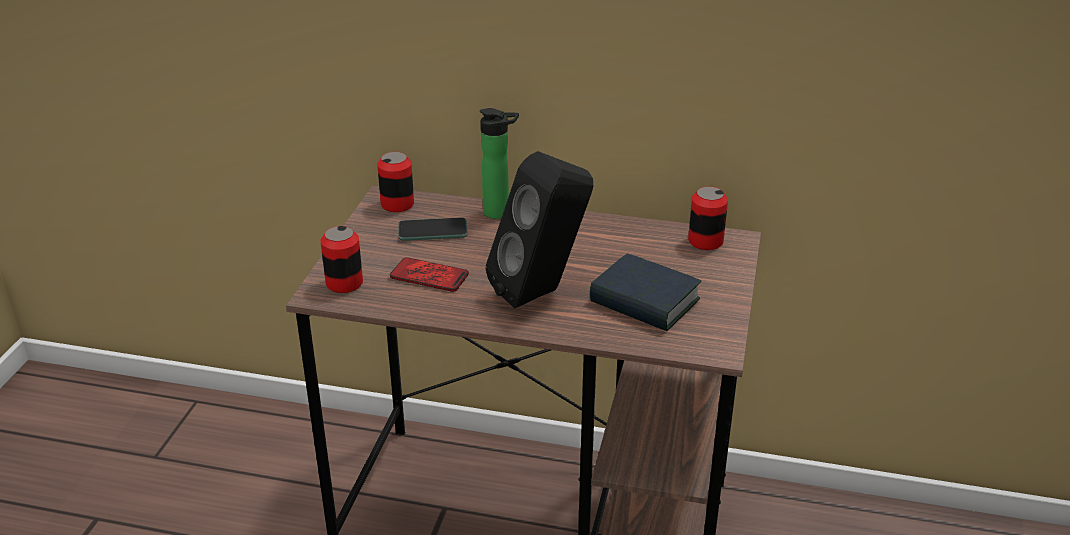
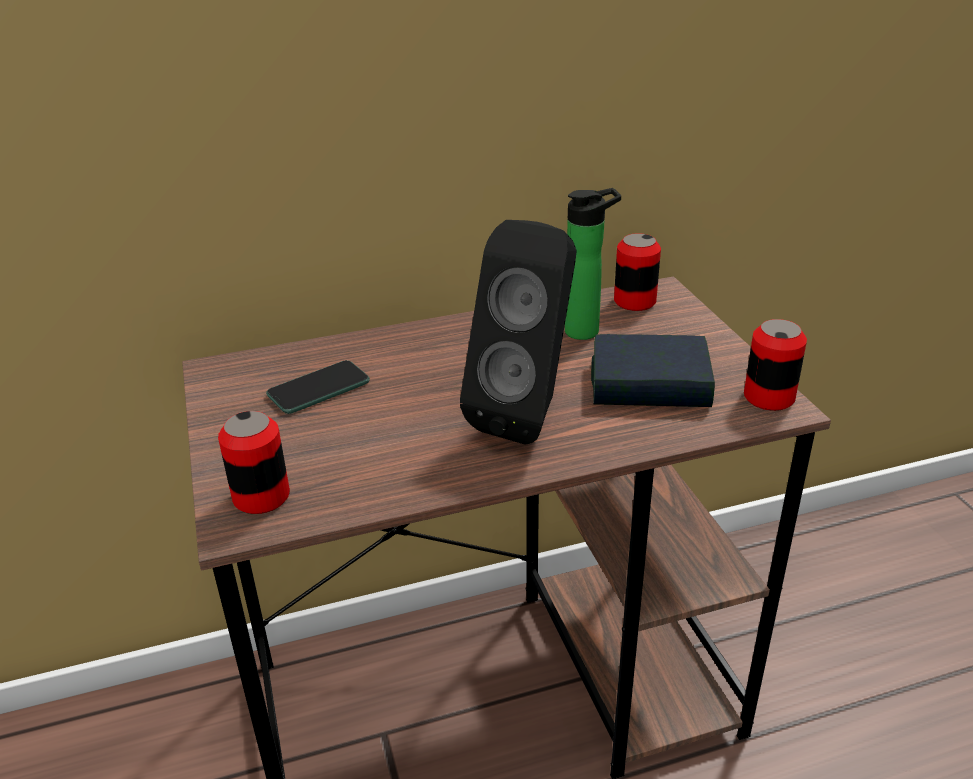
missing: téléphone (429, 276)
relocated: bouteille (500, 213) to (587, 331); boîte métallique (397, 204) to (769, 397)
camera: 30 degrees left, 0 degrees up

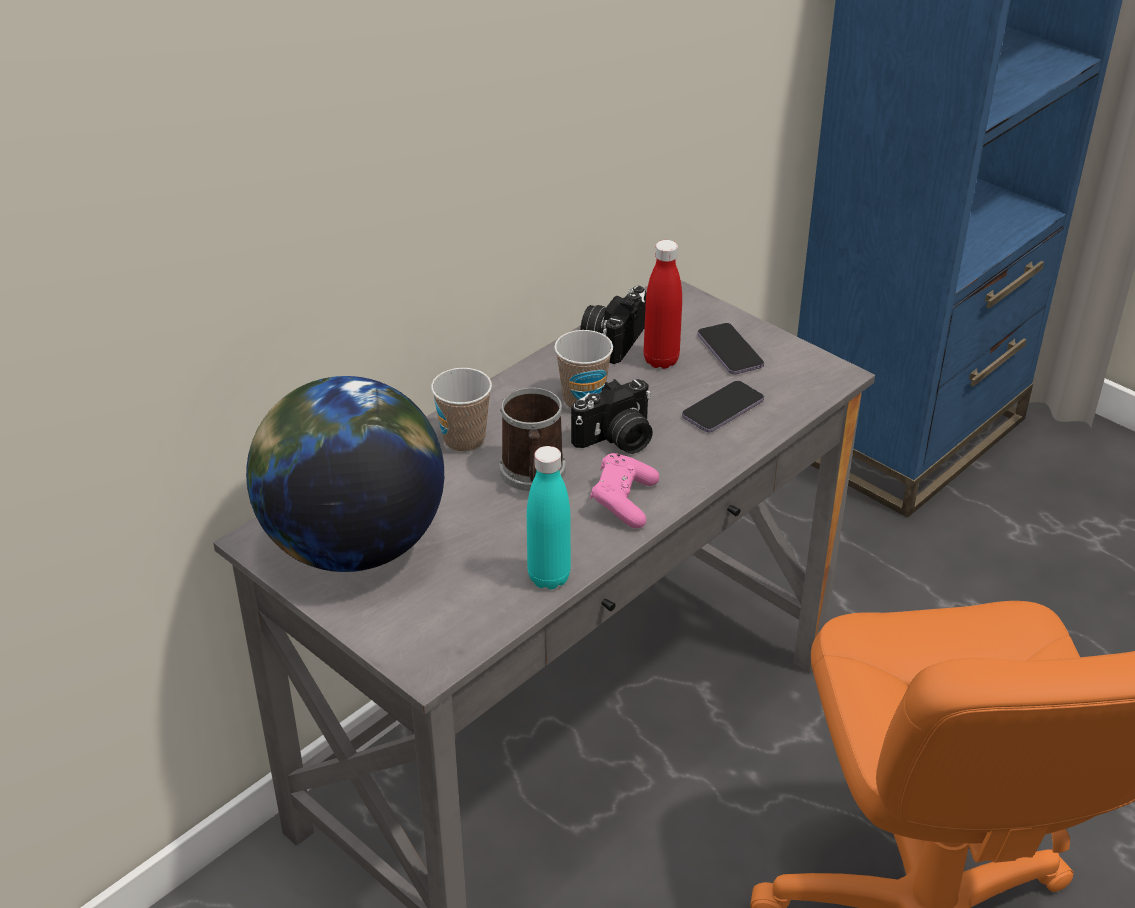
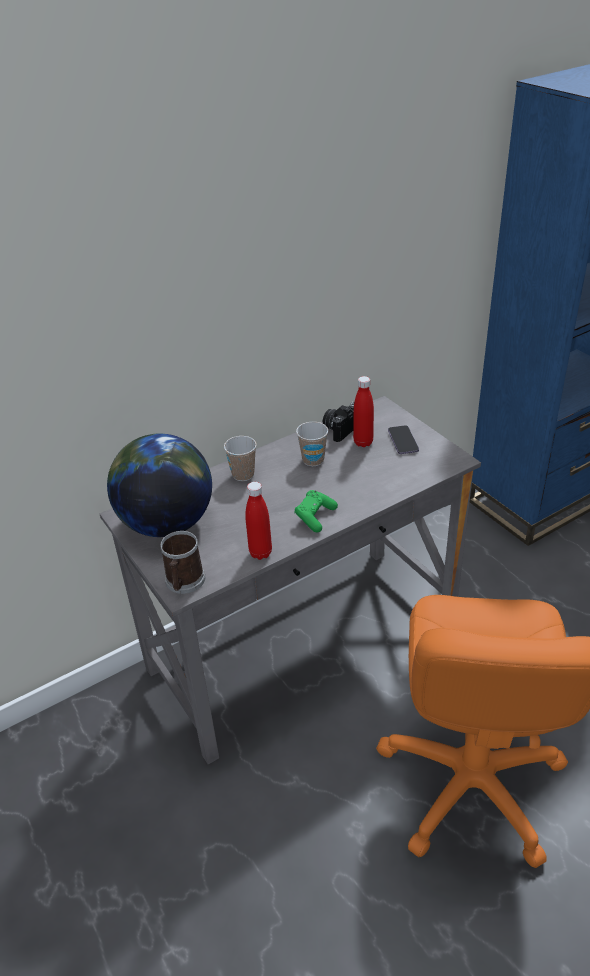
missing: appareil photo (617, 440); téléphone (722, 409)
relocated: mug (533, 475) to (184, 582)
colour: bouteille (turquoise) (549, 577) to bouteille (rouge) (260, 553); manette (rose) (623, 501) to manette (vert) (315, 517)
camera: 15 degrees right, 0 degrees up

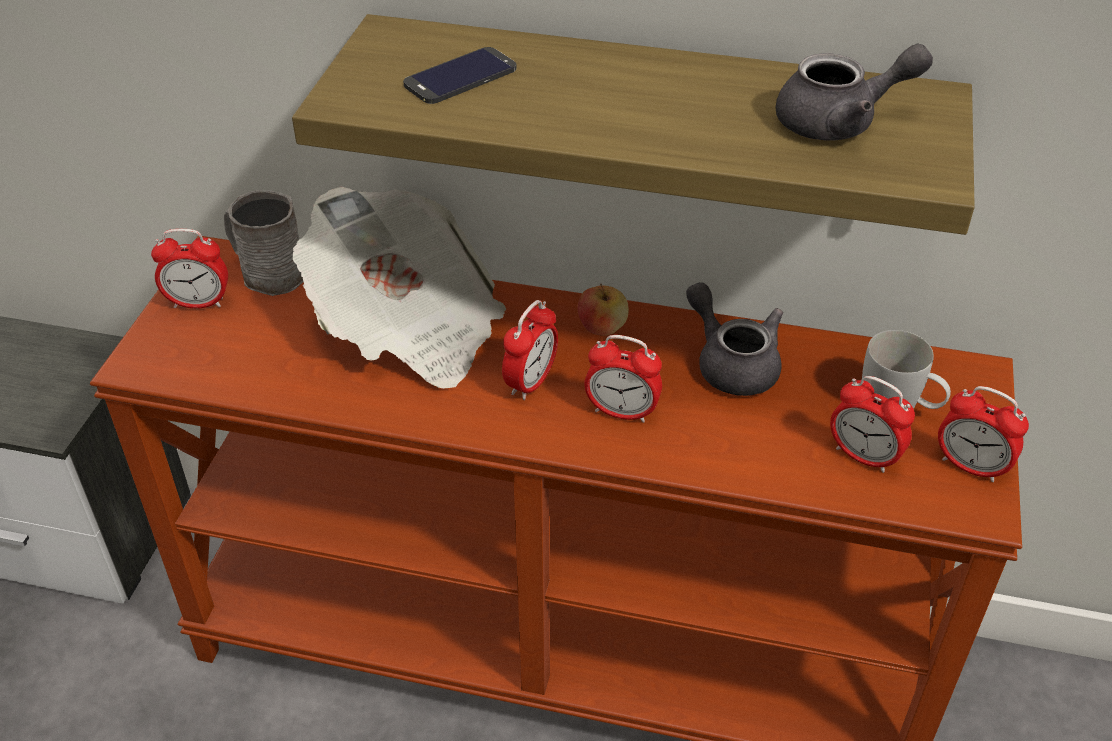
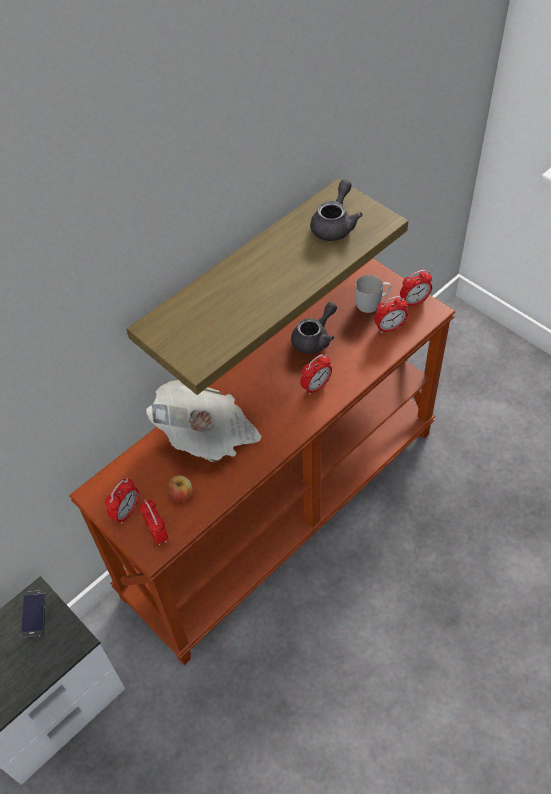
missing: mug (gris) (267, 273)
relocated: téléphone (460, 76) to (33, 614); pomme (602, 327) to (180, 495); réveil (531, 382) to (157, 533)
spun: théière (gris) (732, 363) = (315, 338) 135 degrees clockwise
camera: 55 degrees left, 10 degrees up

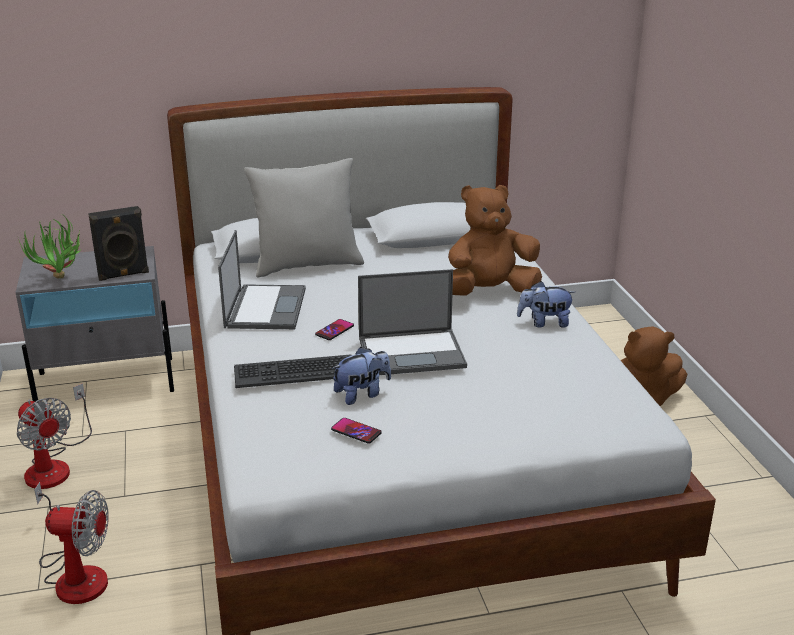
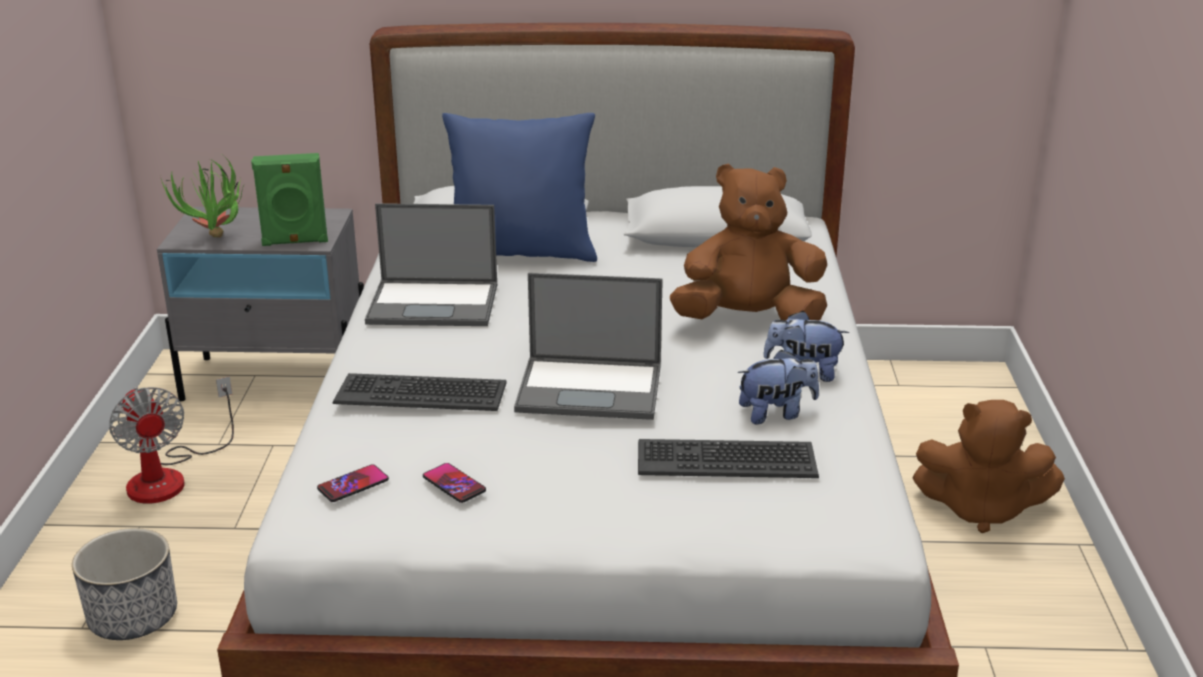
appeared: clavier (726, 460)
relocated: téléphone (334, 330) to (353, 484); peluche (362, 394) to (776, 413)
exchanged: ventilateur (76, 574) to cache-pot (133, 617)
colour: coussin (gris) (307, 265) to coussin (bleu) (522, 254); enceinte (noir) (123, 275) to enceinte (vert) (295, 242)
spun: ordinateur portable (265, 307) = (435, 303) 75 degrees clockwise
camera: 15 degrees right, 0 degrees up

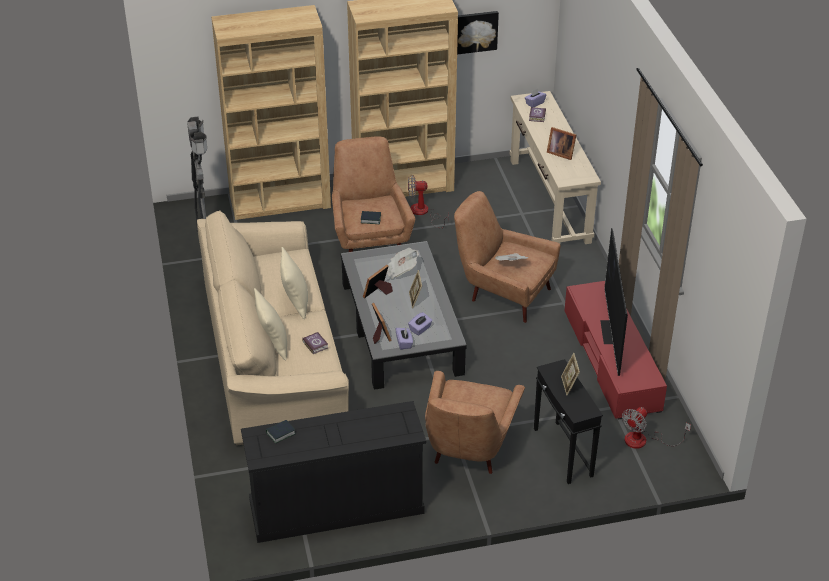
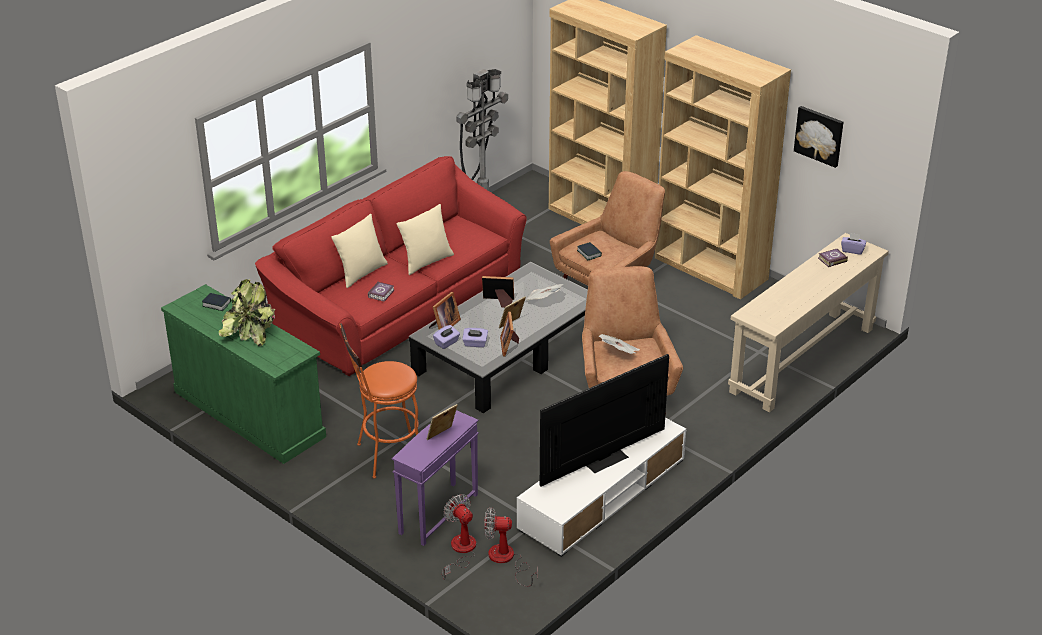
appeared: plante en pot (250, 331)
relocated: cadre photo (560, 153) to (509, 345); ventilateur (424, 213) to (460, 551)
exchanged: fauteuil (marron) (468, 450) to tabouret (orange) (386, 456)
colour: canapé (beige) (273, 355) to canapé (rouge) (399, 303); meuble télé (rouge) (611, 360) to meuble télé (blanc) (602, 494); table d'appoint (noir) (562, 452) to table d'appoint (violet) (438, 514); commode (noir) (335, 507) to commode (vert) (248, 413)
camera: 55 degrees right, 5 degrees down

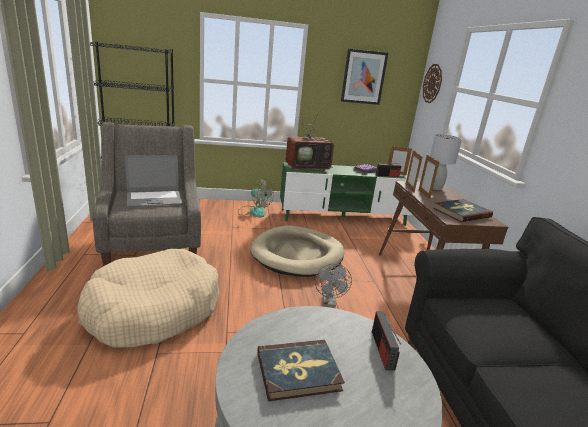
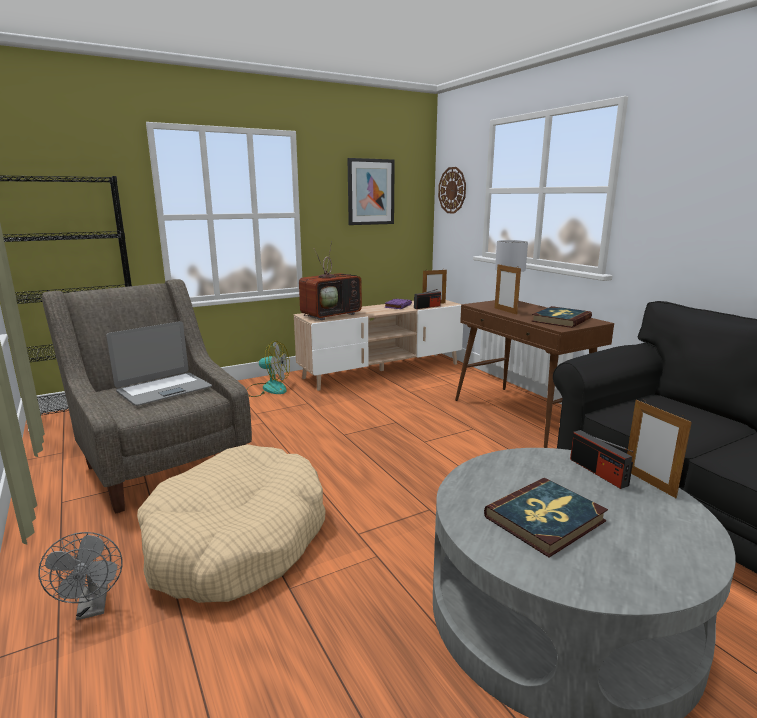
missing: panier pour chien (beige) (297, 255)
relocated: cadre photo (409, 188) to (649, 483); ventilateur (gris) (329, 302) to (93, 608)
colour: meuble télé (vert) (343, 217) to meuble télé (beige) (382, 371)
camera: 20 degrees left, 5 degrees down

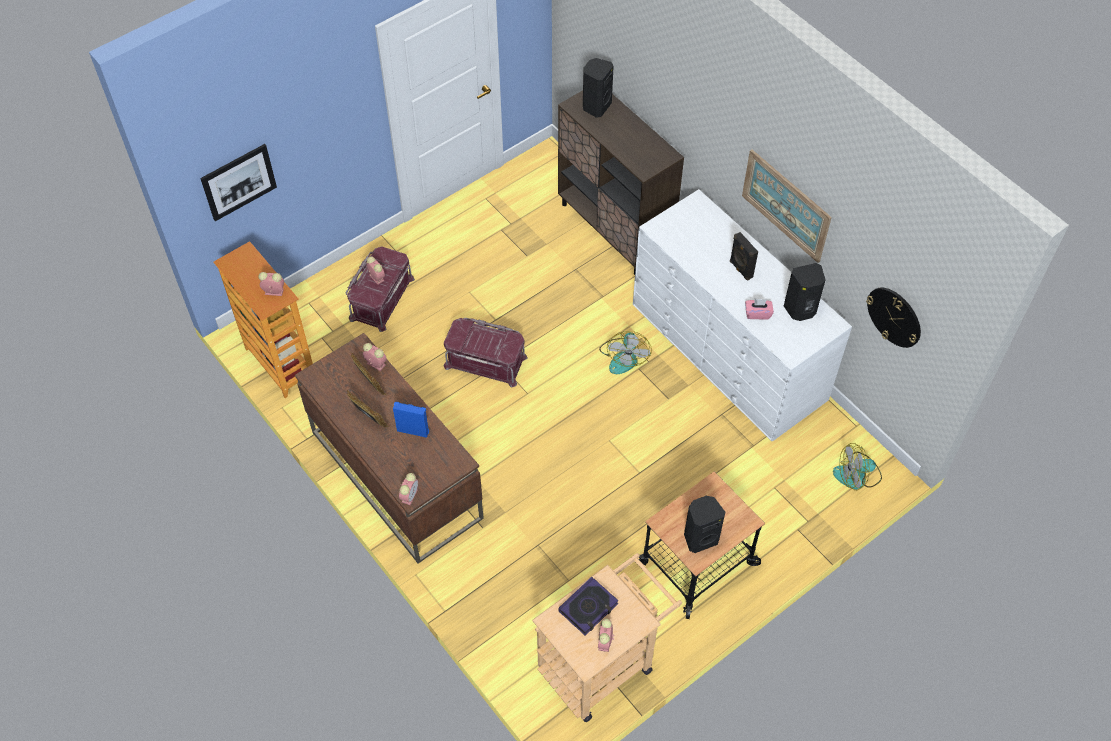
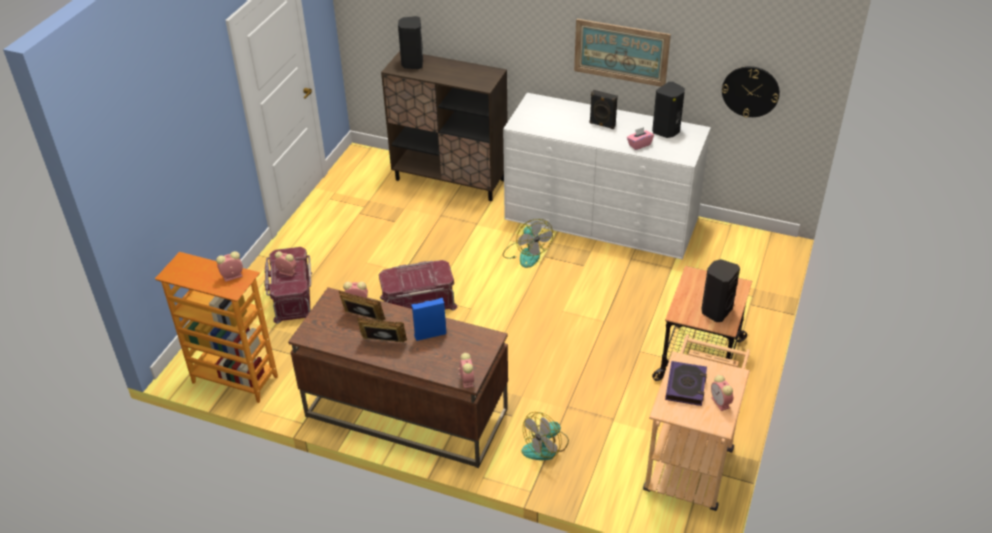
missing: tableau (239, 182)
relocated: ventilateur (857, 476) to (546, 446)
camera: 30 degrees left, 15 degrees down

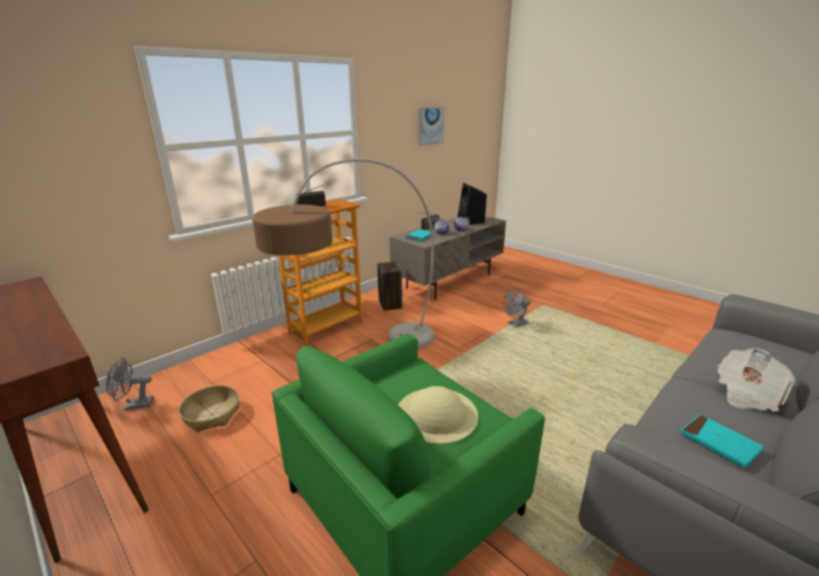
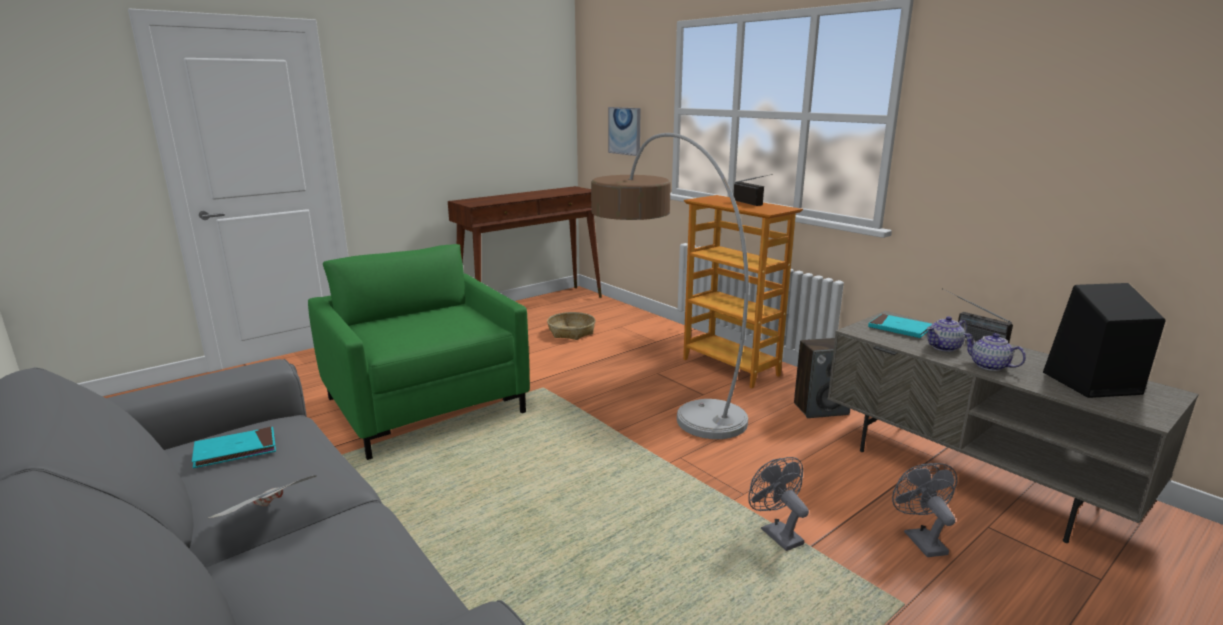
missing: chapeau (beige) (436, 414)
relocated: tableau (430, 126) to (625, 131); ventilateur (gris) (134, 405) to (920, 539)
camera: 95 degrees right, 5 degrees down

